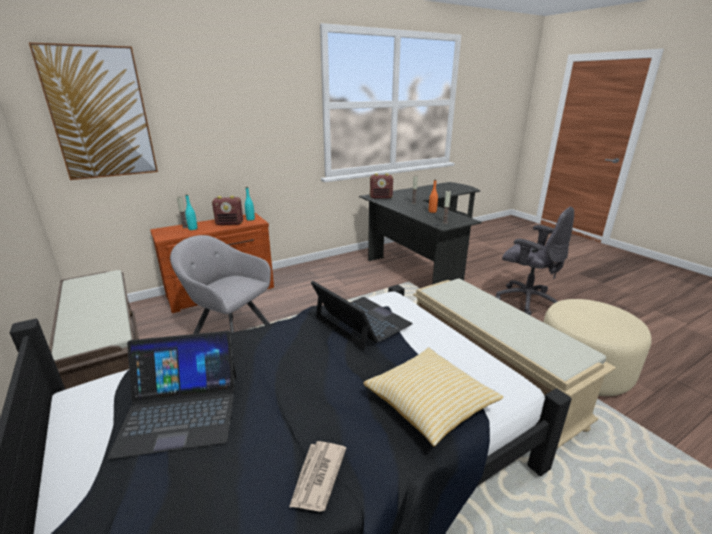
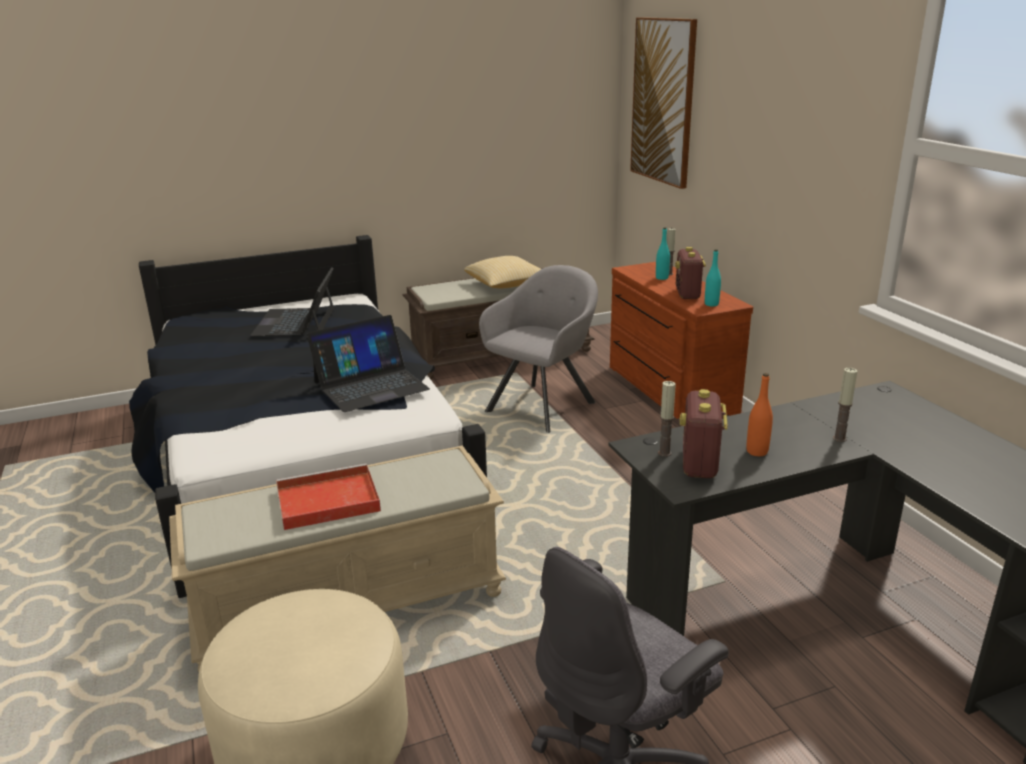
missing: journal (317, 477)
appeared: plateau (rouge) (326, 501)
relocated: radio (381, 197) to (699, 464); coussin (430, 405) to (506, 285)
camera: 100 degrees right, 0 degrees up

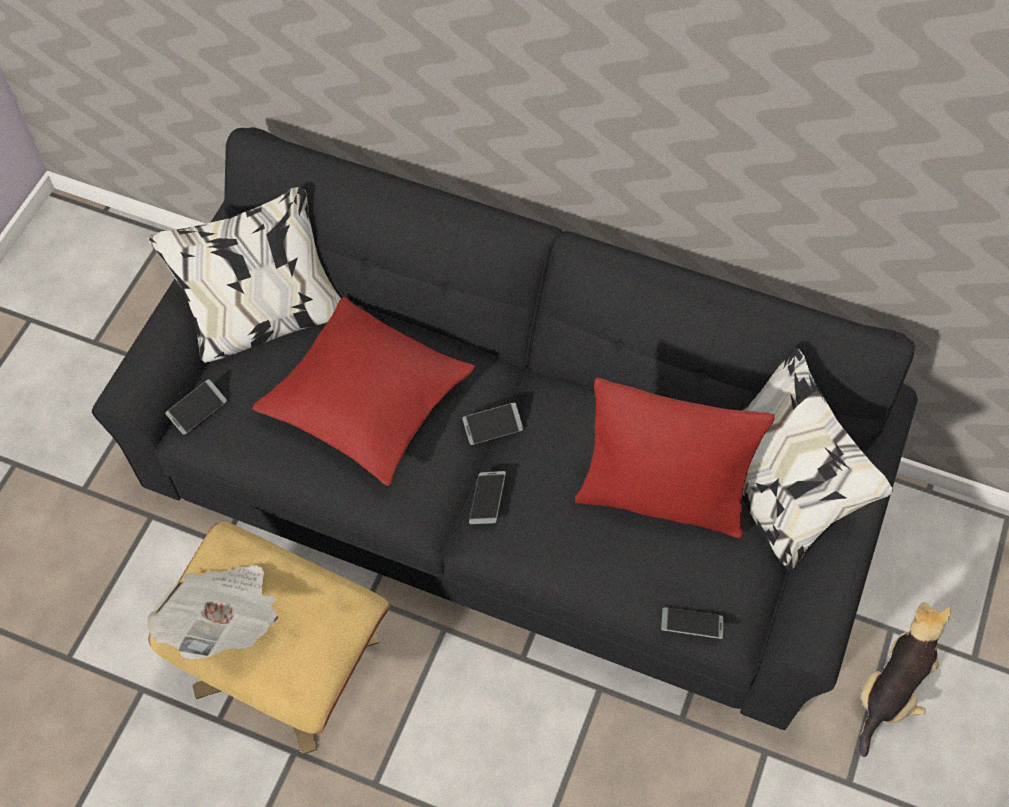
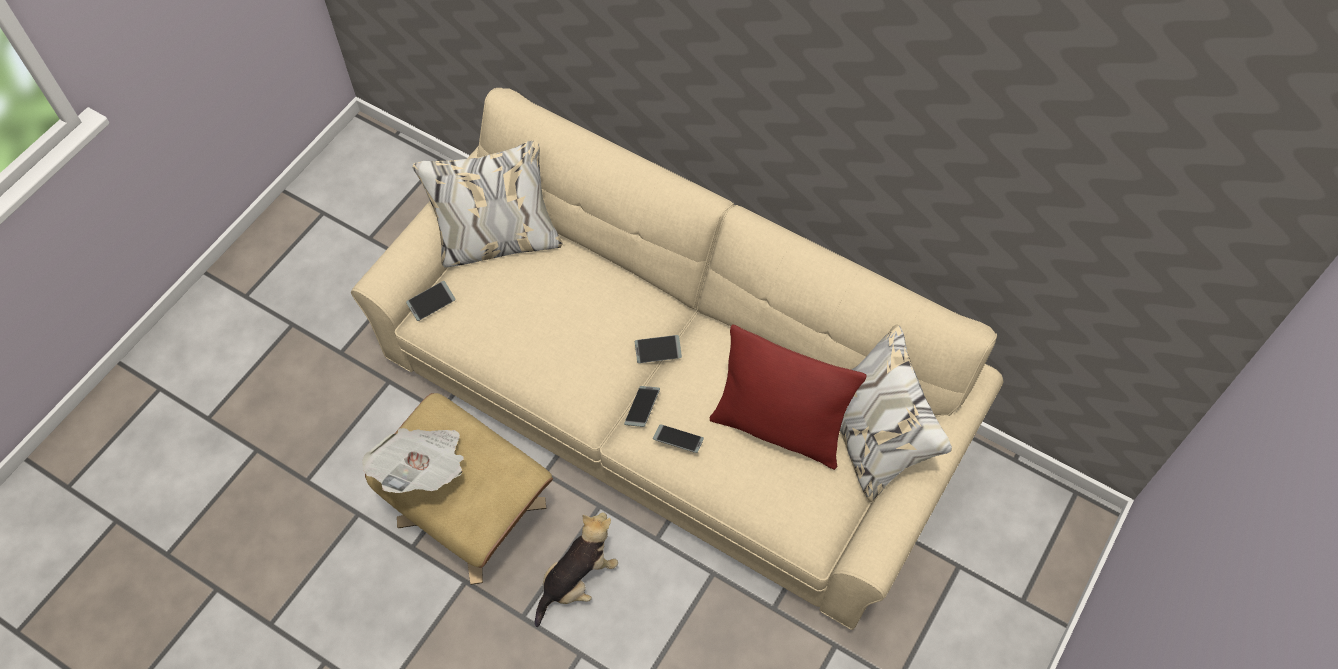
missing: coussin (rouge) (367, 400)
relocated: peluche (891, 690) to (578, 580); téléphone (691, 625) to (678, 441)
colour: canapé (noir) (506, 486) to canapé (beige) (670, 401)
camera: 10 degrees right, 0 degrees up

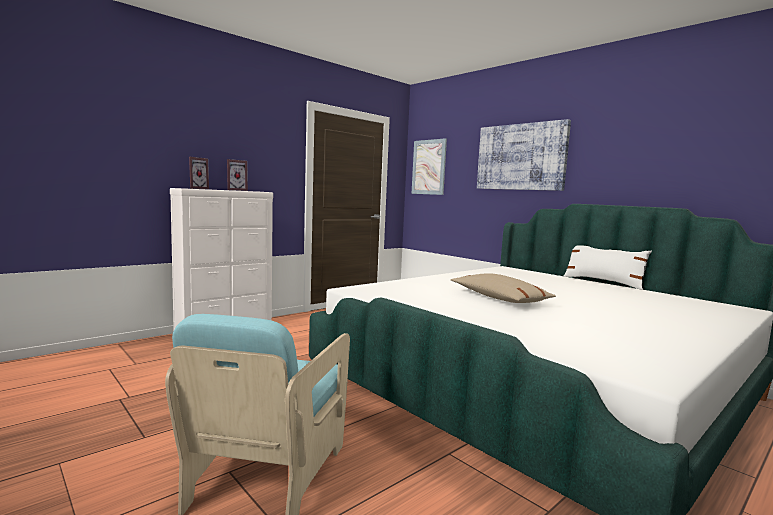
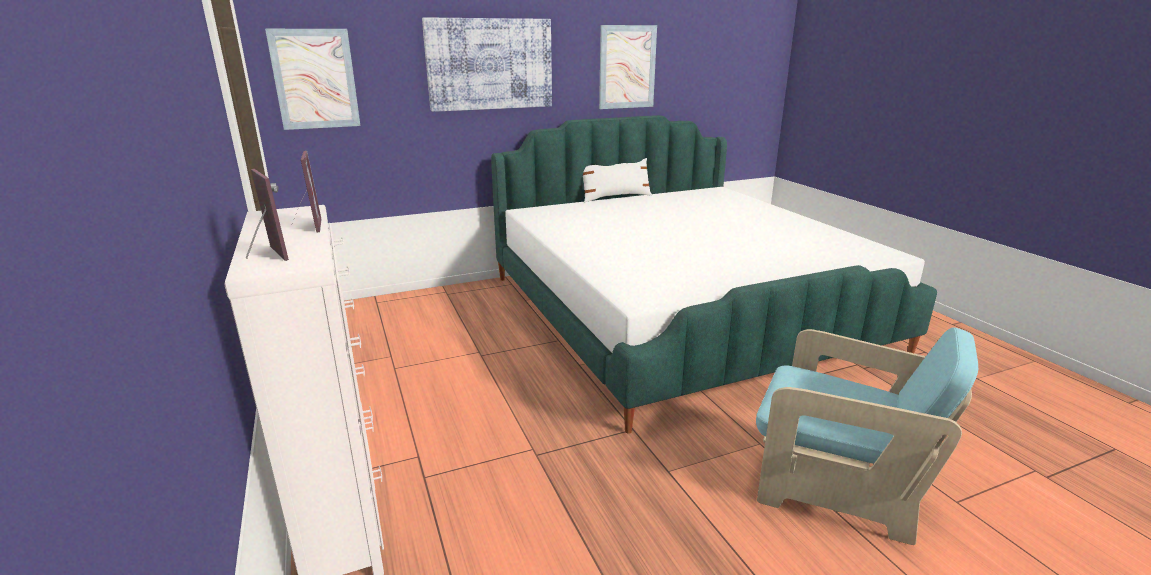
missing: coussin (beige) (499, 298)
appeared: tableau (627, 67)
camera: 70 degrees left, 15 degrees up

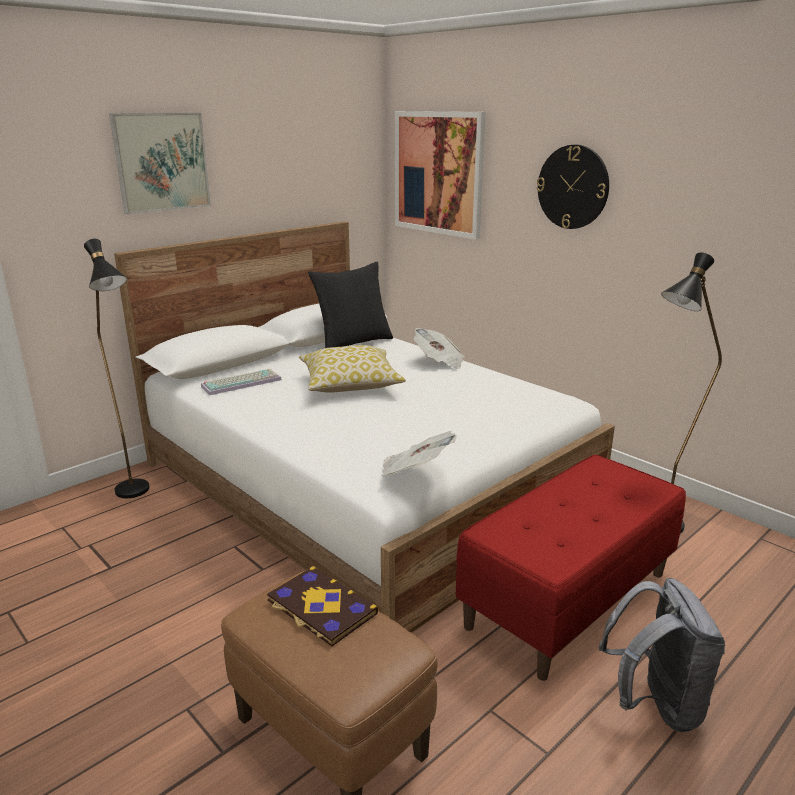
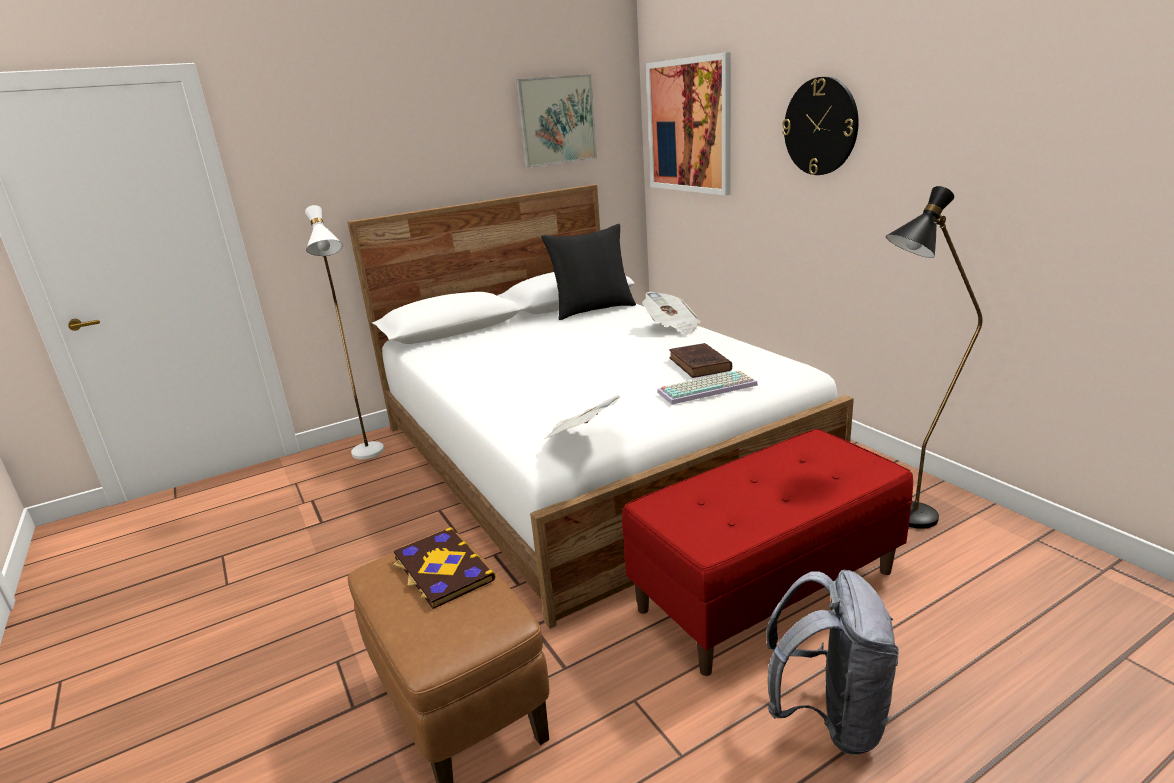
missing: coussin (350, 384)
appeared: livre (marron) (700, 365)
relocated: tableau (162, 162) to (557, 120); clavier (242, 382) to (707, 388)
colour: lampadaire (noir) (137, 495) to lampadaire (blanc) (370, 456)
camera: 15 degrees right, 0 degrees up

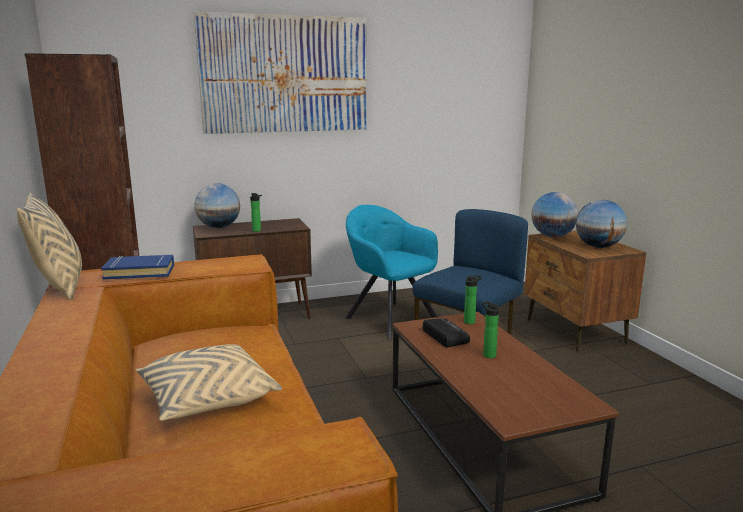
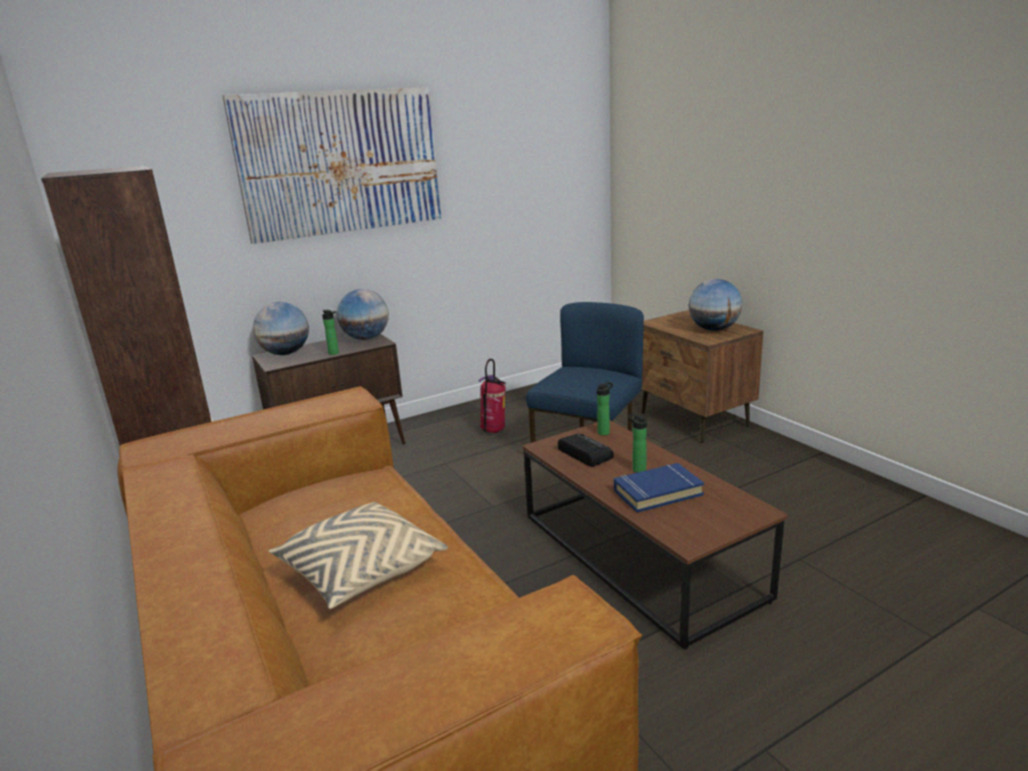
missing: coussin (beige) (59, 286)
relocated: globe (552, 236) to (366, 338); livre (bleu) (140, 272) to (657, 492)
exchanged: fauteuil (turquoise) (389, 318) to extincteur (493, 431)
camera: 10 degrees left, 5 degrees up

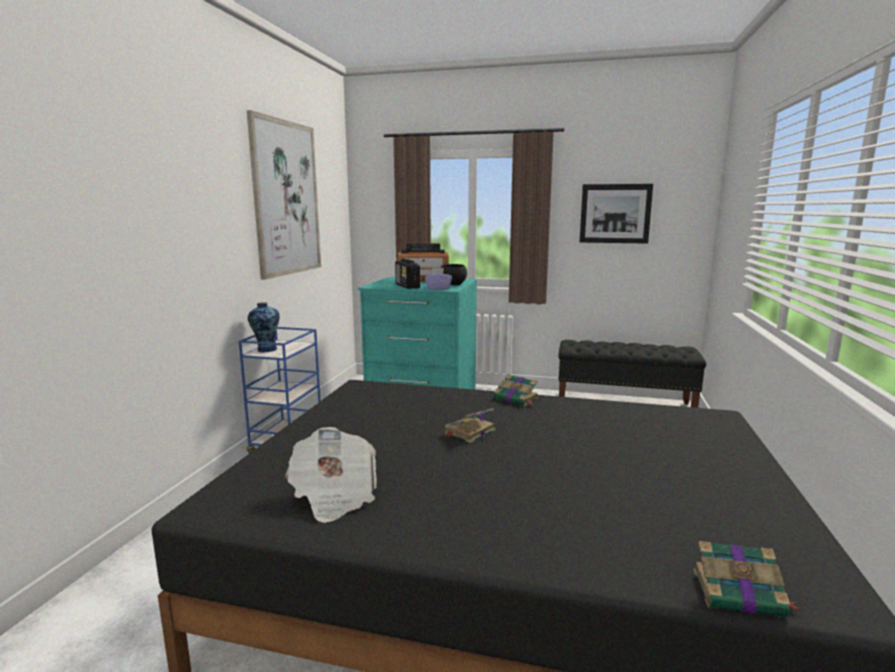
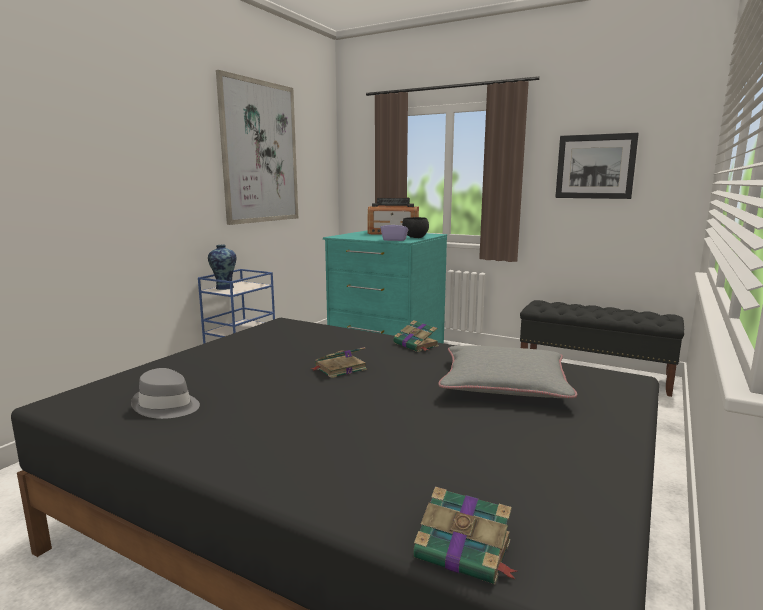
missing: radio (407, 286)
appeared: coussin (gris) (504, 383)
exchanged: journal (334, 495) to chapeau (gris) (166, 406)
camera: 15 degrees right, 0 degrees up

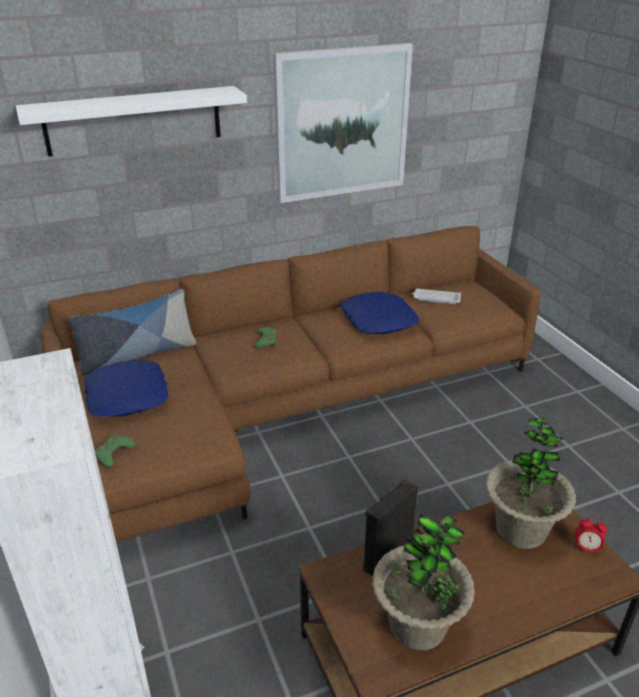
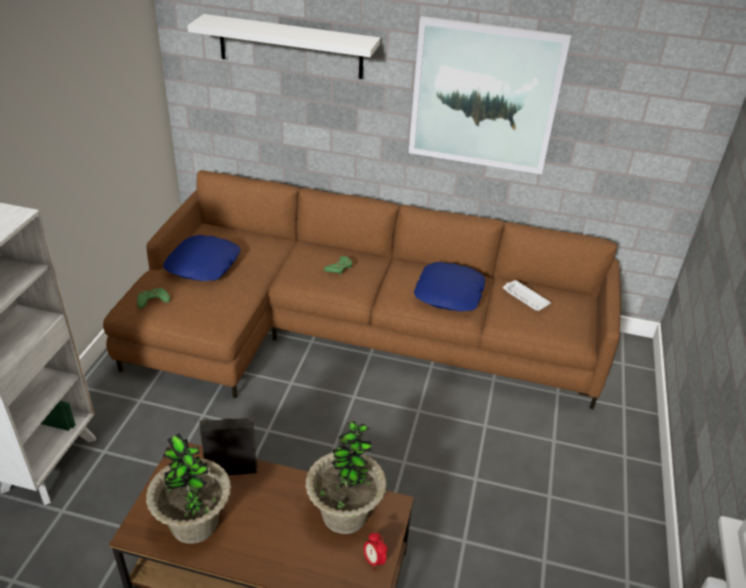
missing: coussin (138, 355)
camera: 35 degrees right, 5 degrees up

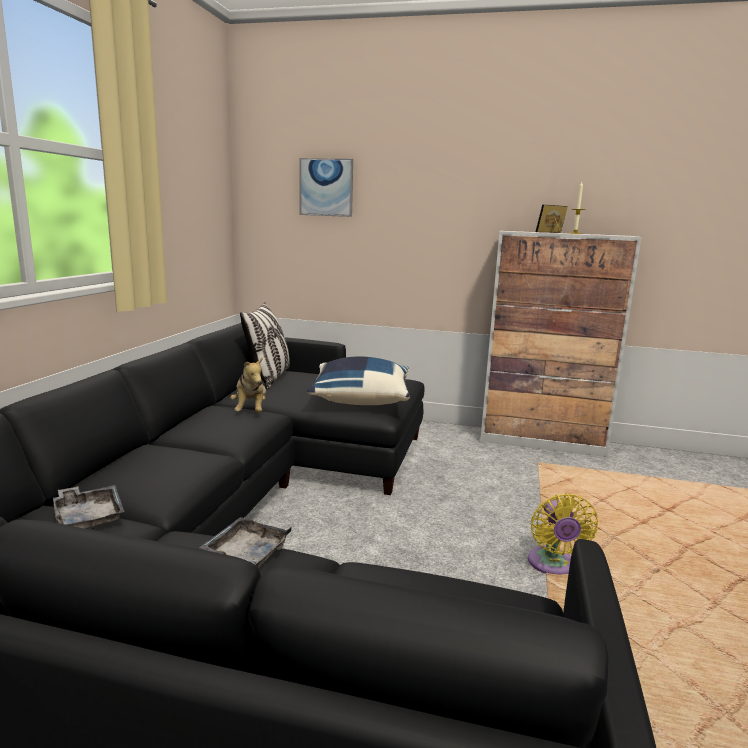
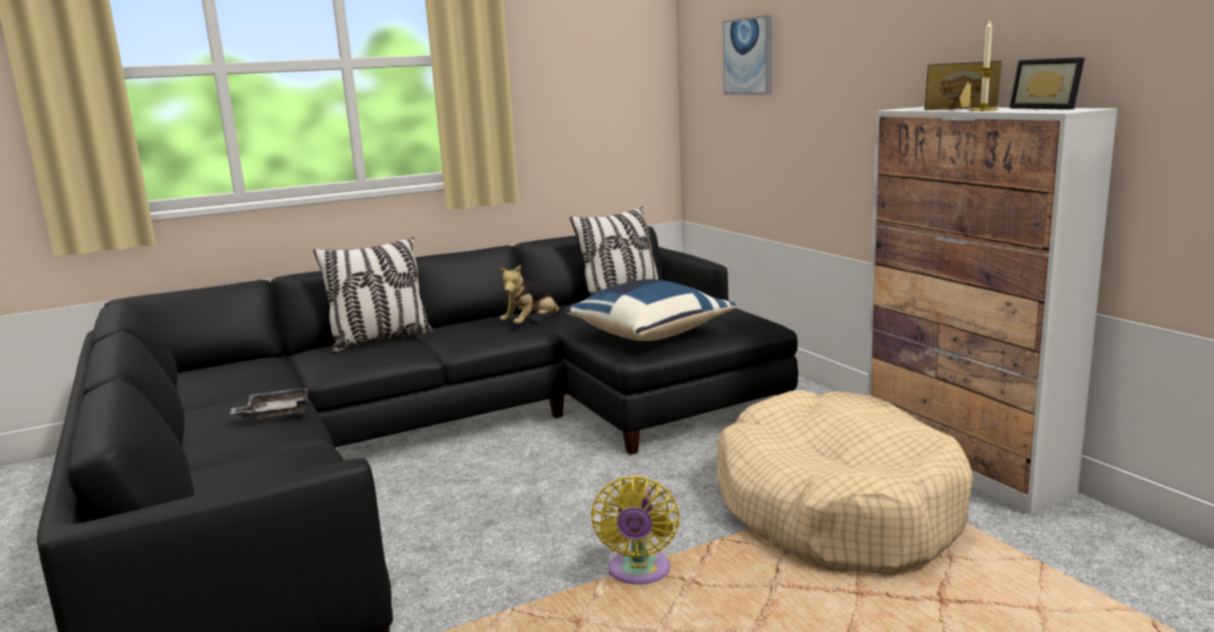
missing: plateau (gris) (88, 517)
appeared: cadre photo (1049, 108); coussin (380, 340); panier pour chien (beige) (836, 508)
spun: ventilateur (jaune) (552, 565) = (638, 573) 45 degrees counterclockwise
camera: 50 degrees right, 0 degrees up

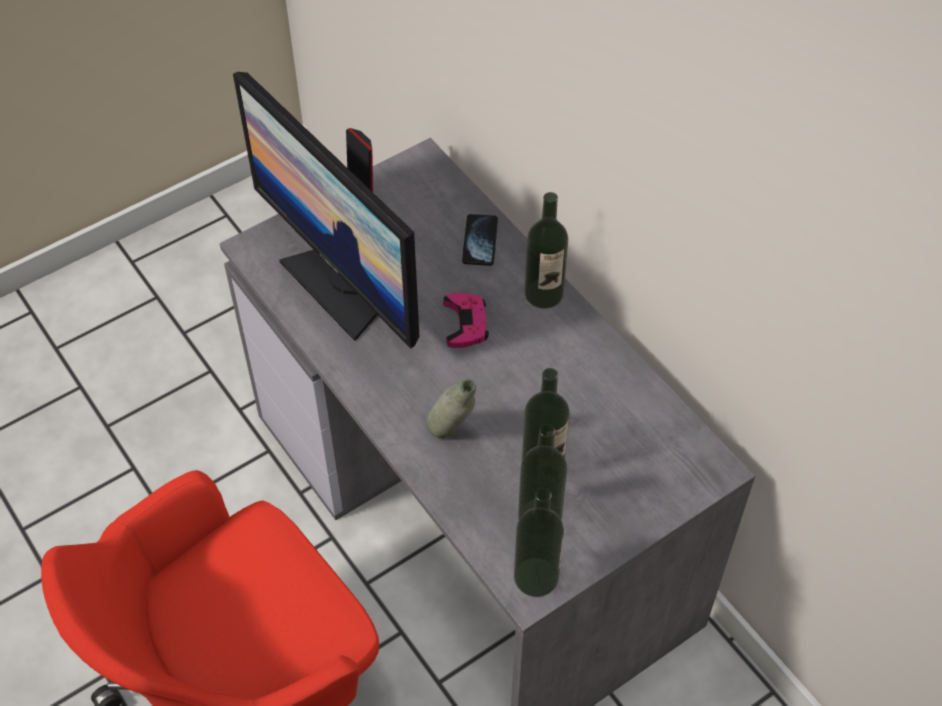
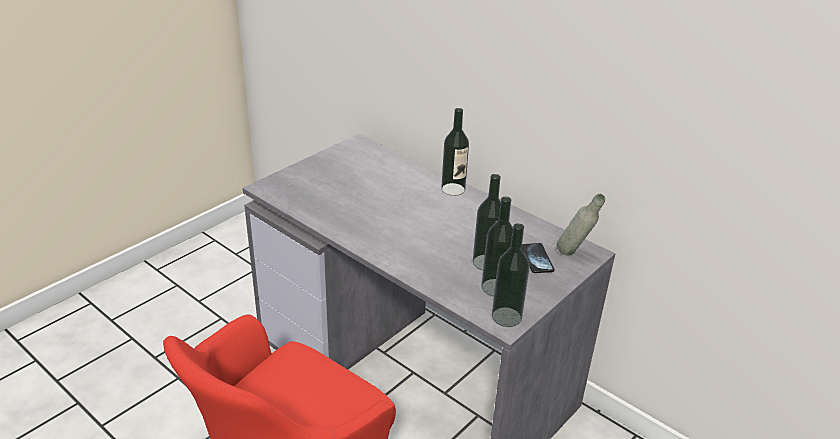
missing: écran d'ordinateur (343, 284); manette (rose) (465, 323)
relocated: téléphone (480, 241) to (537, 259); bouteille (gris) (452, 437) to (574, 255)
camera: 15 degrees left, 20 degrees down

